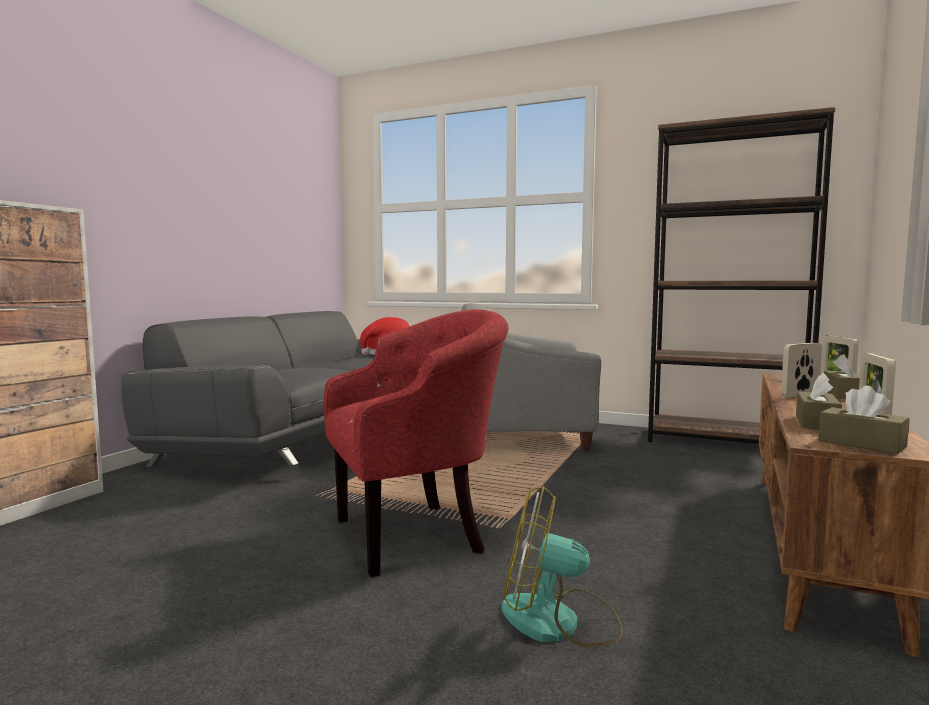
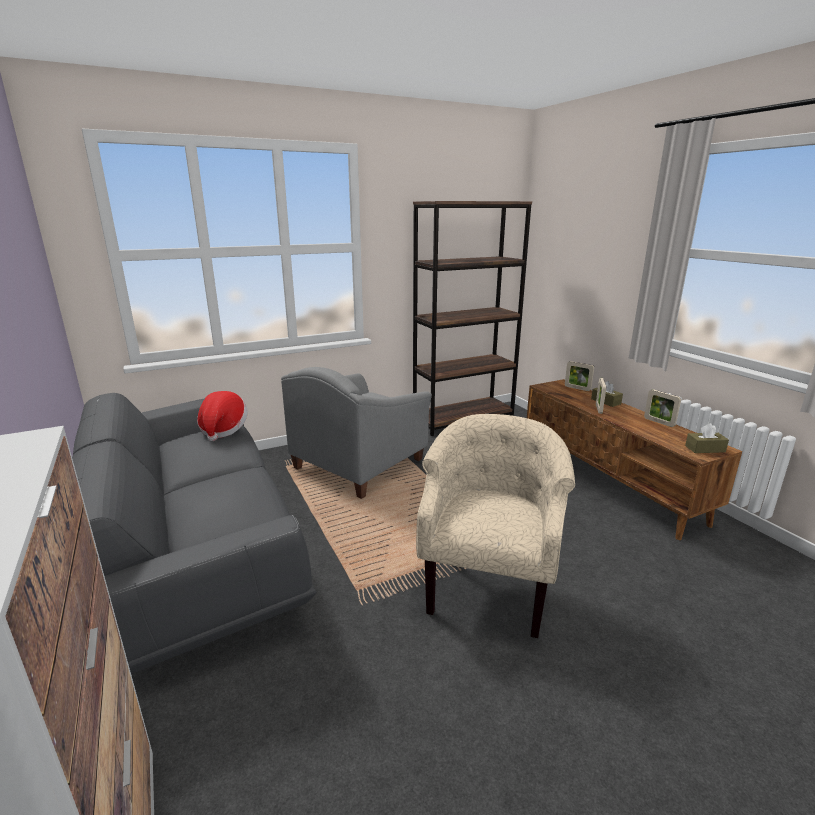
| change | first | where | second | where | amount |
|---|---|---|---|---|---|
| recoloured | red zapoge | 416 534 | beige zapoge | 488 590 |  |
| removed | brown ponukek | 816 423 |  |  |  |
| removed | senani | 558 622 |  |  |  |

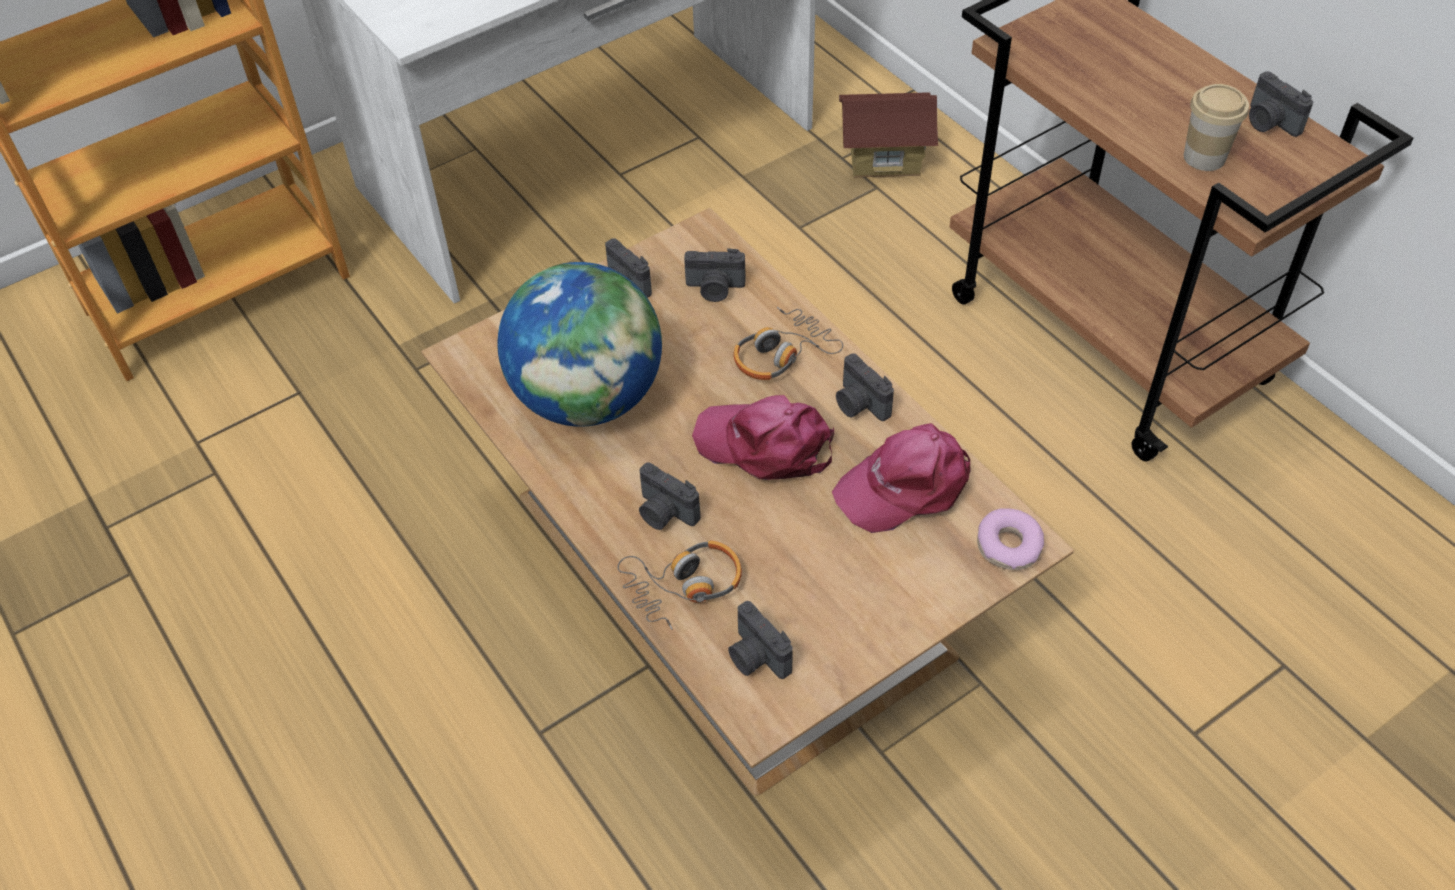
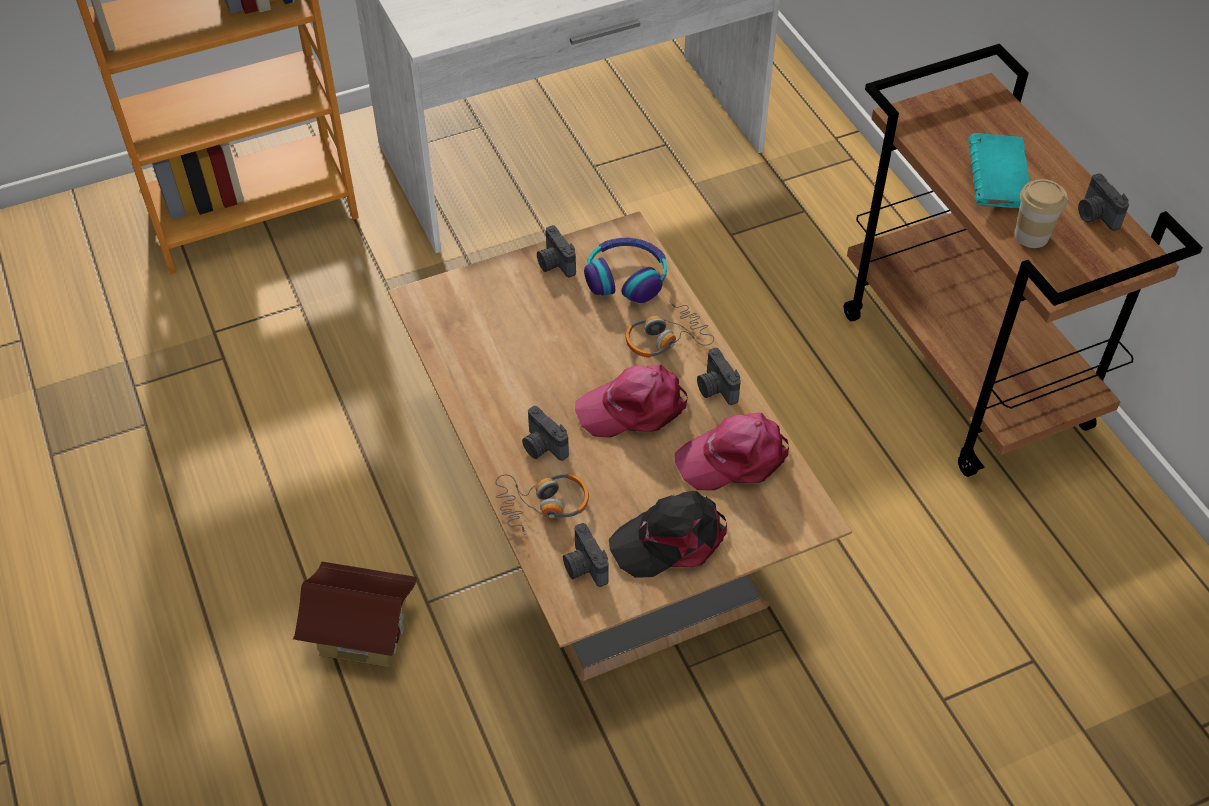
| change | first | where | second | where | amount |
|---|---|---|---|---|---|
| moved | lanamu | 884 158 |  | 363 634 |  |
| replaced | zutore | 715 289 | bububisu | 626 278 |  |
| removed | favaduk | 588 398 |  |  |  |
| turned | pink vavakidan | 766 445 |  | 634 408 | 45 degrees counterclockwise |
| removed | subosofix | 1008 546 |  |  |  |
| added |  |  | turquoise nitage | 995 186 |  |
| added |  |  | black vavakidan | 671 540 |  |

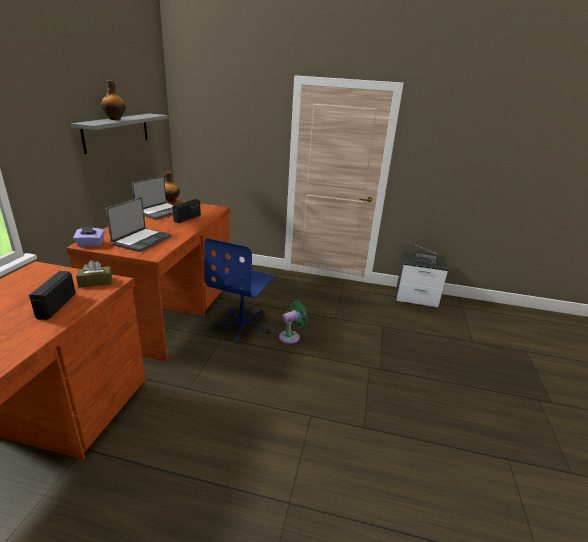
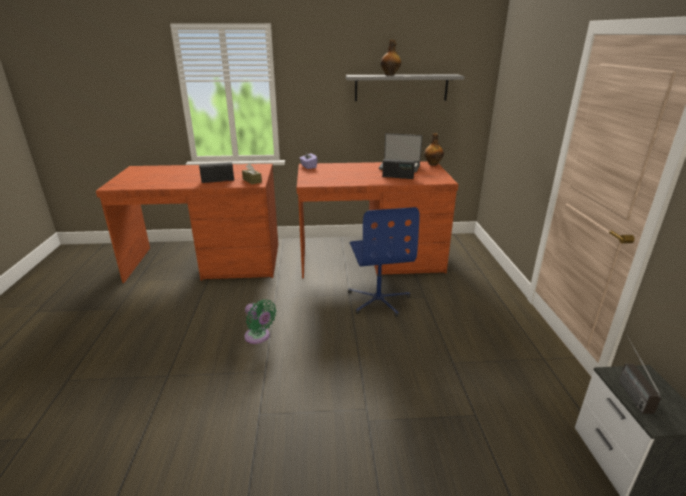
| change | first | where | second | where | amount |
|---|---|---|---|---|---|
| removed | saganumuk | 141 240 |  |  |  |
| turned | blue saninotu | 242 325 |  | 378 300 | 105 degrees counterclockwise |
| moved | green senani | 291 336 |  | 259 337 |  |

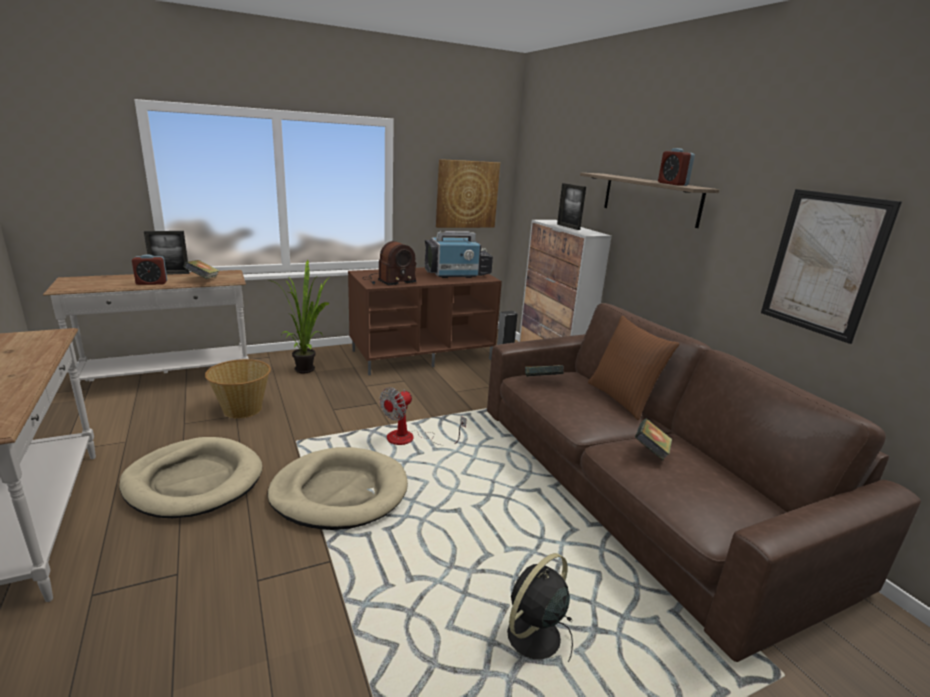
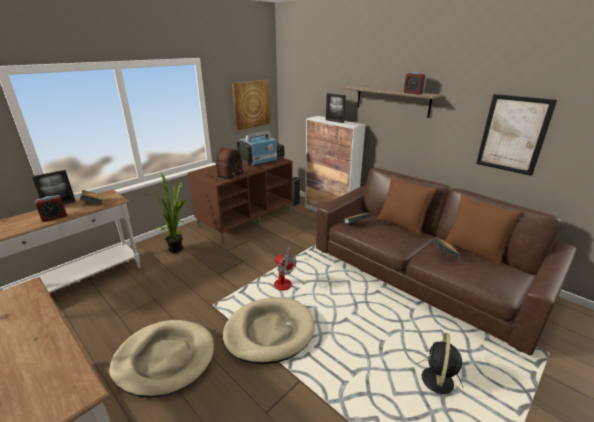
| change | first | where | second | where | amount |
|---|---|---|---|---|---|
| removed | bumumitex | 242 409 |  |  |  |
| turned | senani | 410 439 |  | 284 280 | 60 degrees counterclockwise |
| added |  |  | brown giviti | 474 250 |  |

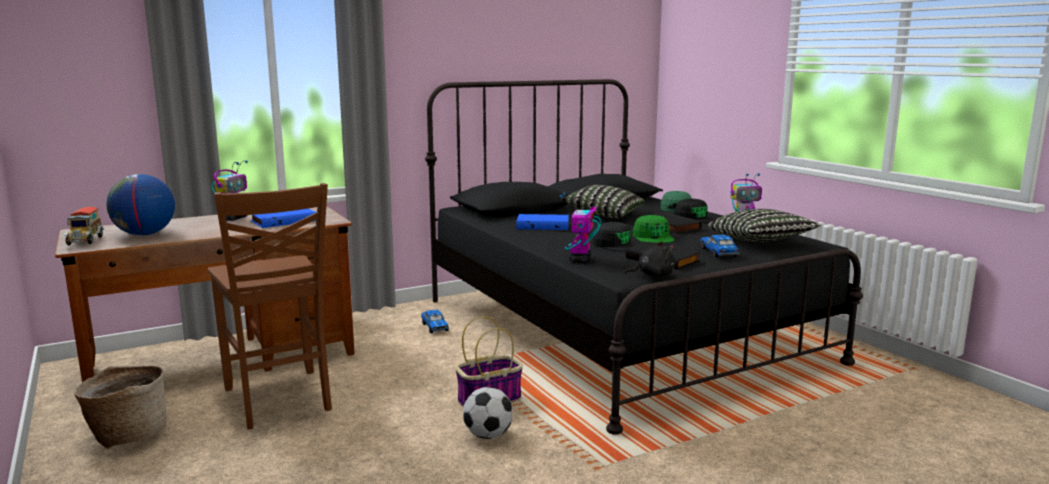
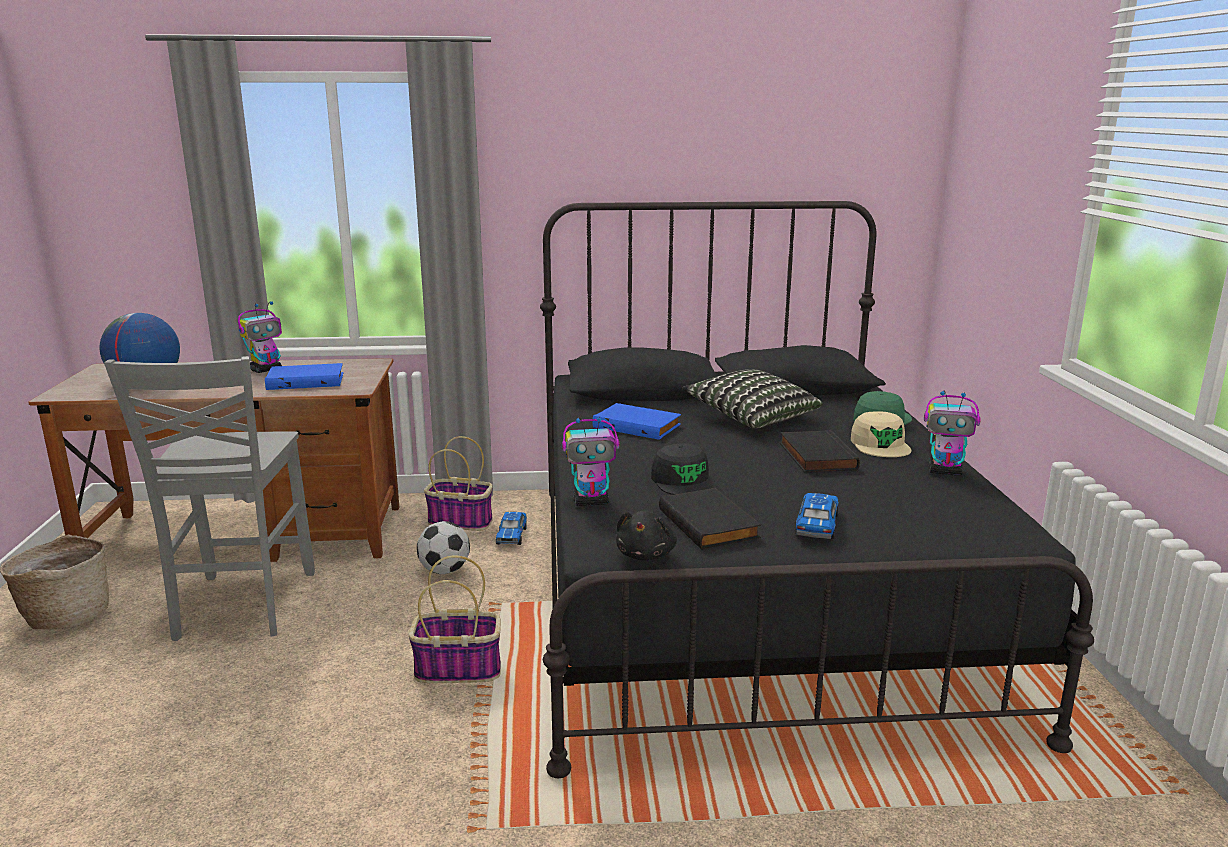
| change | first | where | second | where | amount |
|---|---|---|---|---|---|
| recoloured | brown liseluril | 279 400 | grey liseluril | 242 606 |  |
| turned | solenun | 580 260 |  | 591 501 | 135 degrees counterclockwise |
| recoloured | black vavakidan | 694 218 | beige vavakidan | 880 445 |  |
| removed | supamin | 85 241 |  |  |  |
| removed | giviti | 760 242 |  |  |  |
| removed | green vavakidan | 653 237 |  |  |  |
| turned | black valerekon | 652 275 |  | 646 554 | 90 degrees clockwise |
| moved | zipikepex | 488 435 |  | 445 570 |  |
| added |  |  | bumumitex | 462 521 |  |

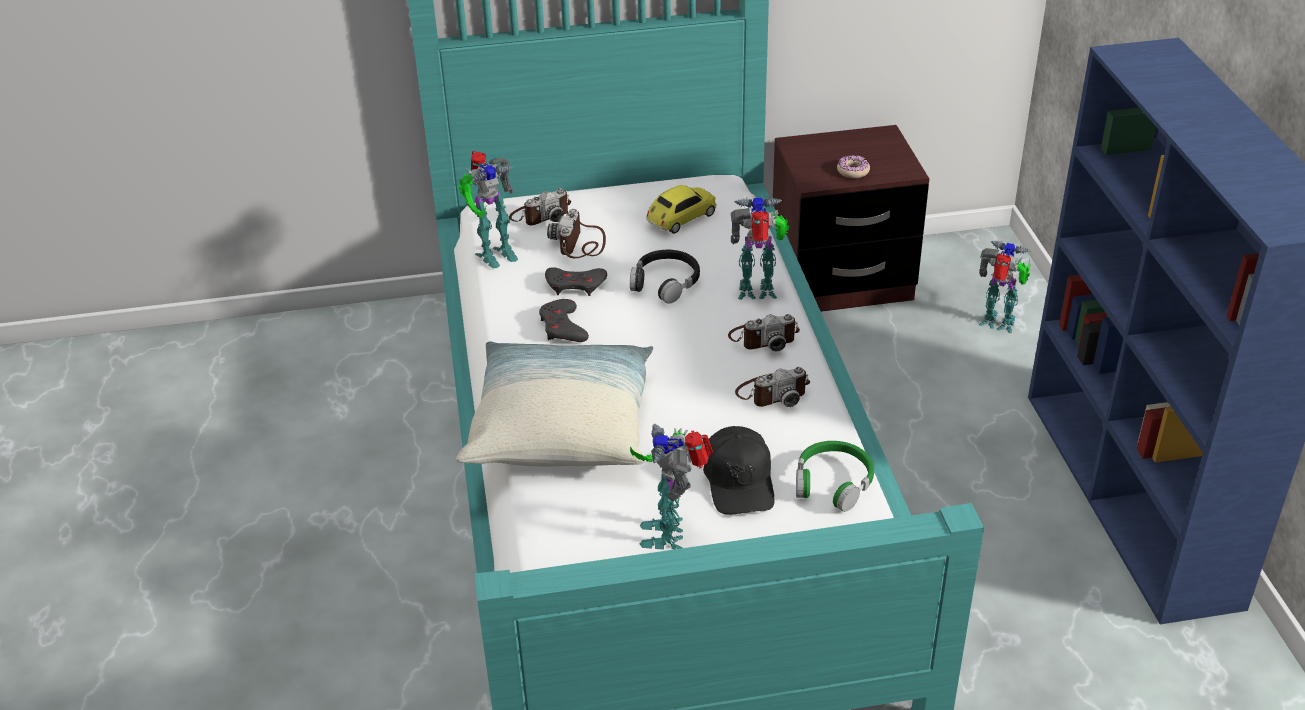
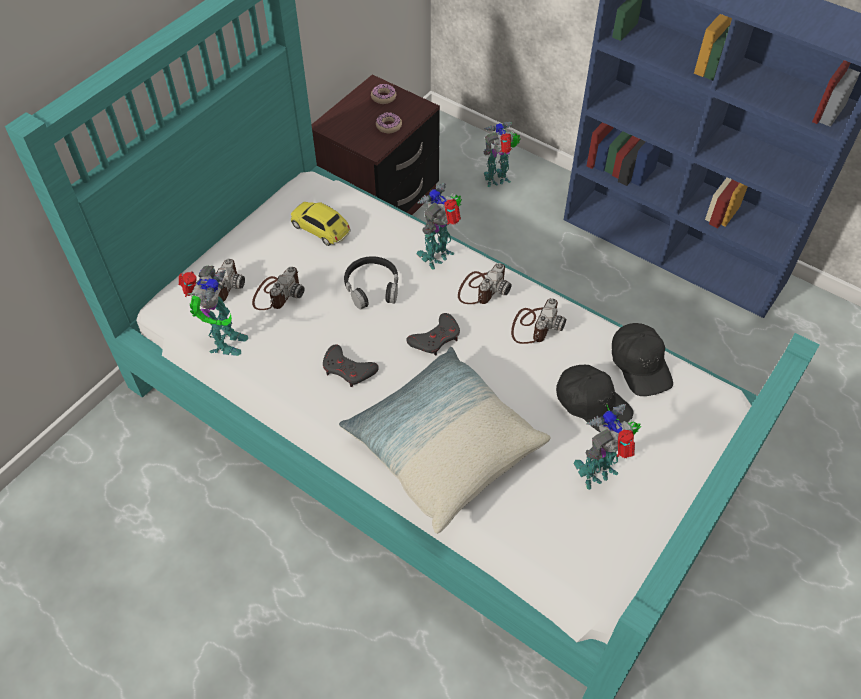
| change | first | where | second | where | amount |
|---|---|---|---|---|---|
| turned | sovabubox | 681 219 |  | 321 229 | 60 degrees counterclockwise |
| turned | zutore | 581 244 |  | 277 293 | 120 degrees counterclockwise |
| moved | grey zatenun | 575 285 |  | 436 338 |  |
| turned | solenun | 669 532 |  | 599 472 | 105 degrees clockwise |
| replaced | green bububisu | 833 482 | black vavakidan | 640 364 |  |
| added |  |  | subosofix | 383 97 |  |

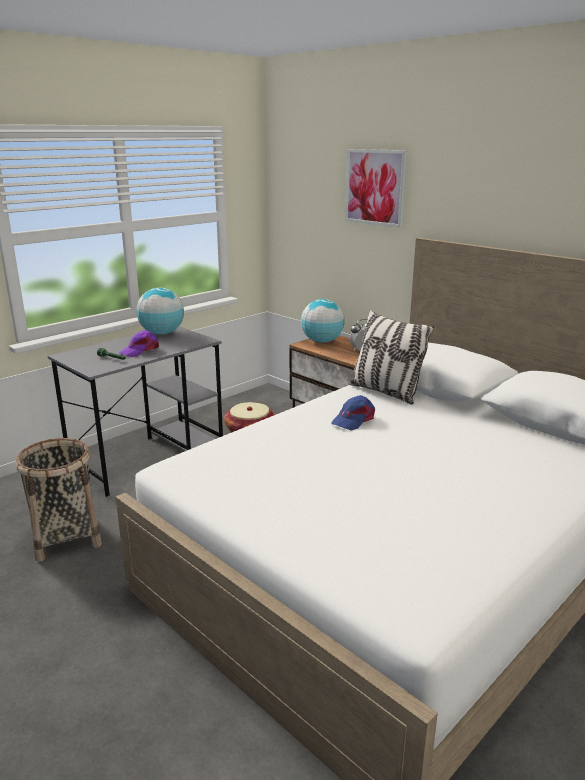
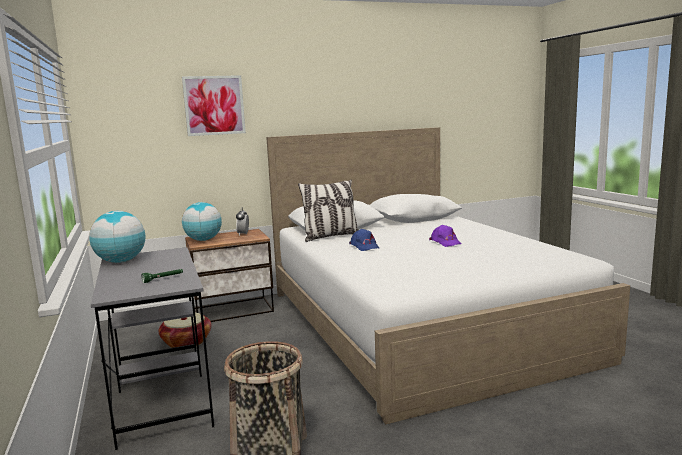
| change | first | where | second | where | amount |
|---|---|---|---|---|---|
| moved | purple vavakidan | 140 350 |  | 445 242 |  |

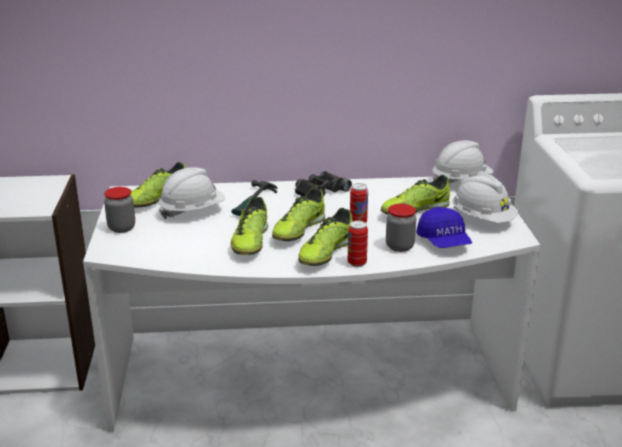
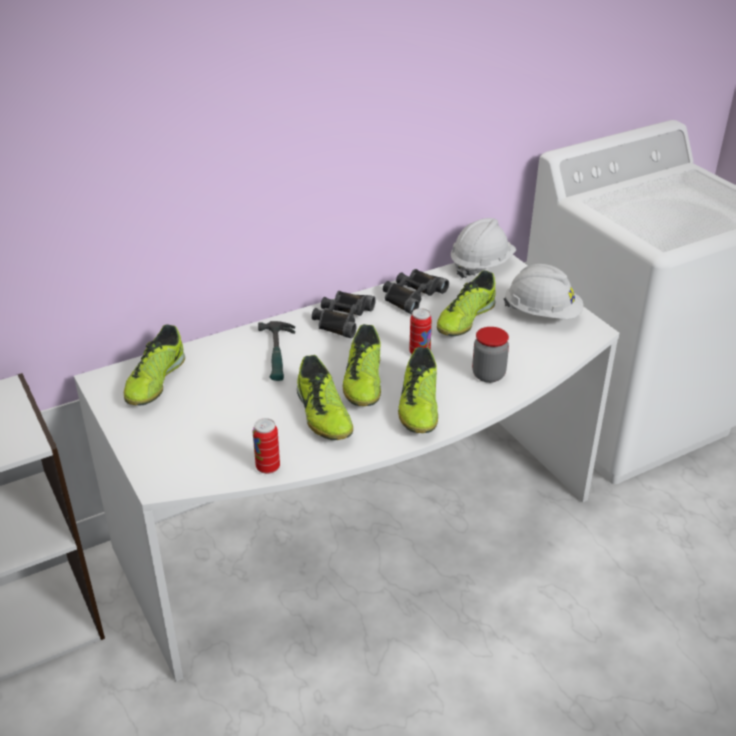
| change | first | where | second | where | amount |
|---|---|---|---|---|---|
| removed | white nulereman | 192 211 |  |  |  |
| removed | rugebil | 121 228 |  |  |  |
| removed | blue vavakidan | 444 242 |  |  |  |
| moved | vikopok | 357 263 |  | 268 467 |  |
| added |  |  | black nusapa | 412 295 |  |

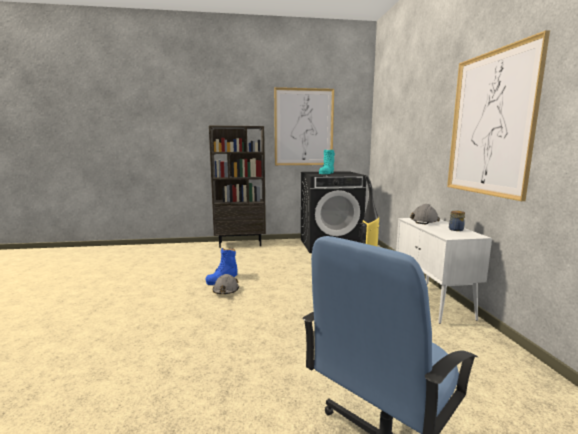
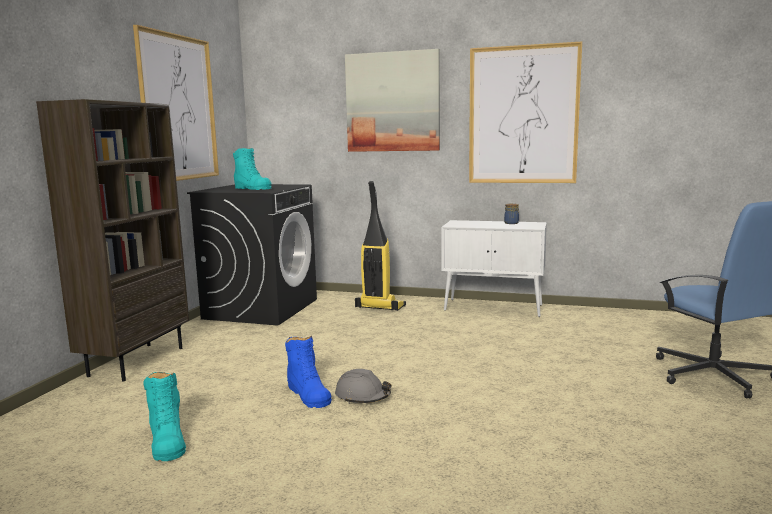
| change | first | where | second | where | amount |
|---|---|---|---|---|---|
| removed | grey nulereman | 424 221 |  |  |  |
| added |  |  | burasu | 392 102 |  |
| added |  |  | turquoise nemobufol | 167 441 |  |

